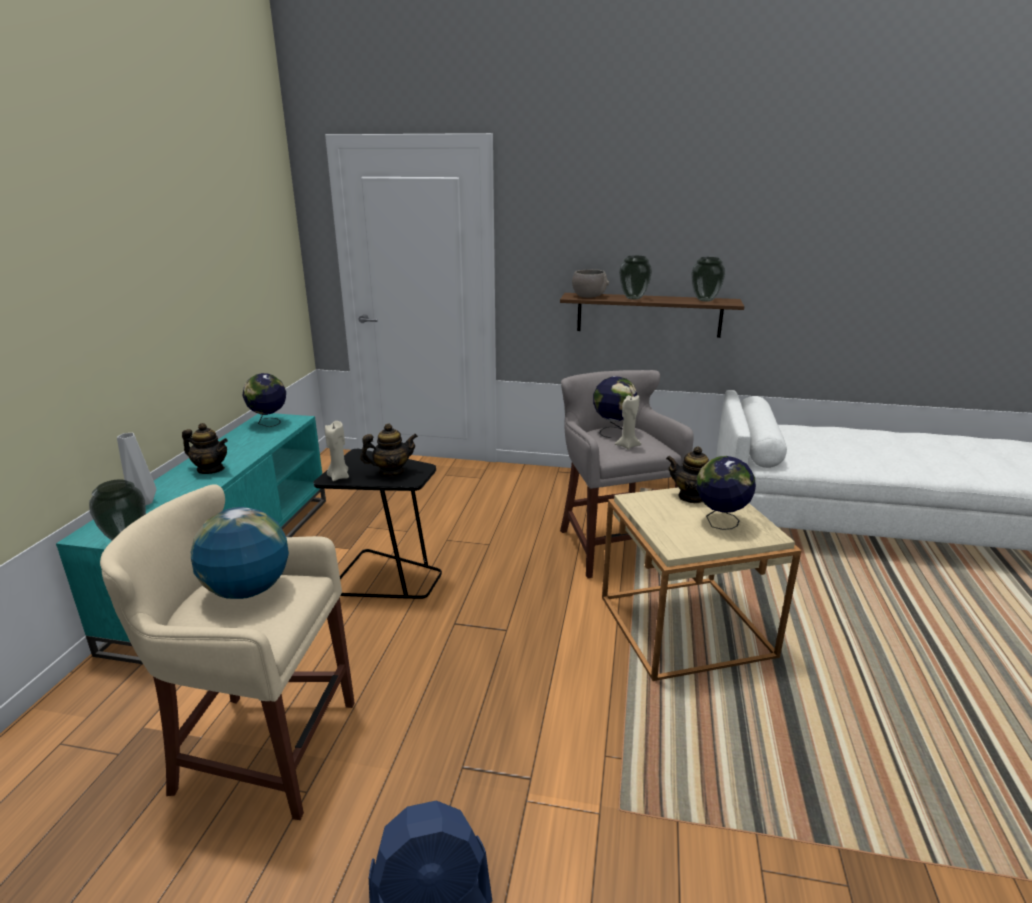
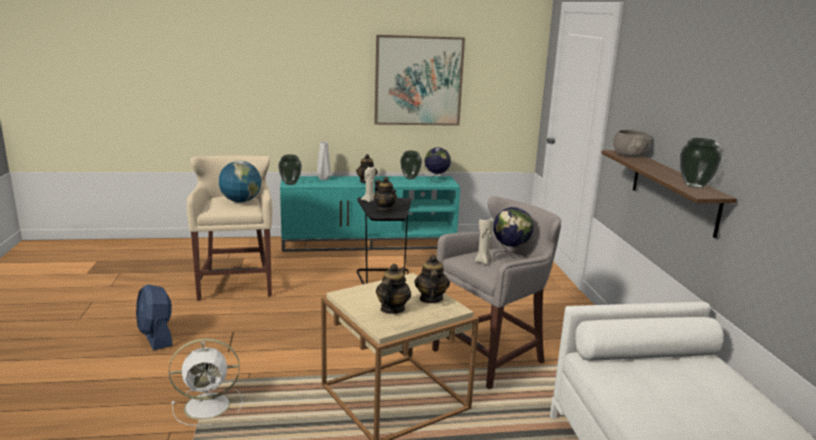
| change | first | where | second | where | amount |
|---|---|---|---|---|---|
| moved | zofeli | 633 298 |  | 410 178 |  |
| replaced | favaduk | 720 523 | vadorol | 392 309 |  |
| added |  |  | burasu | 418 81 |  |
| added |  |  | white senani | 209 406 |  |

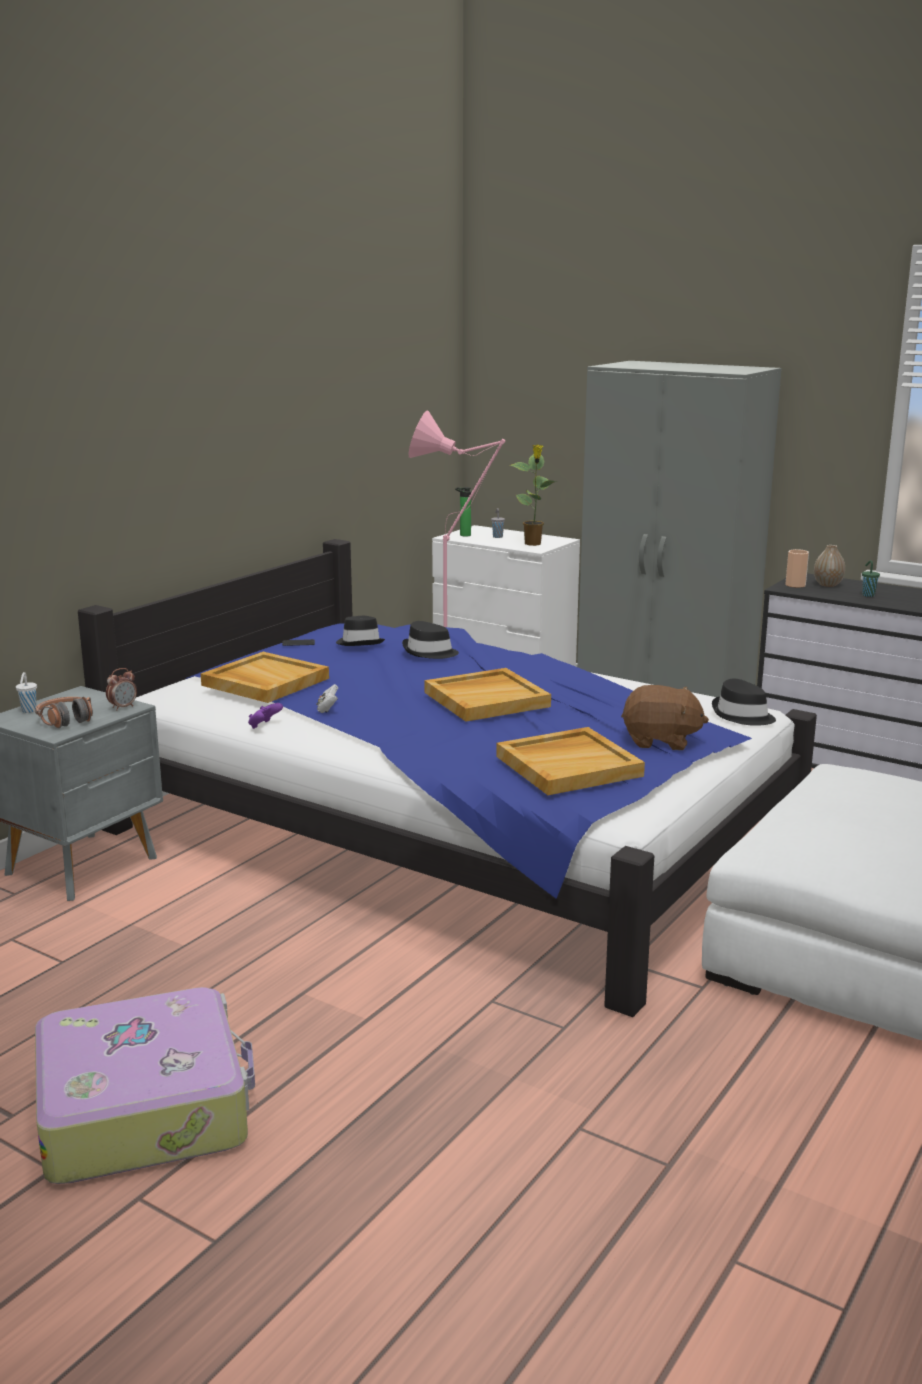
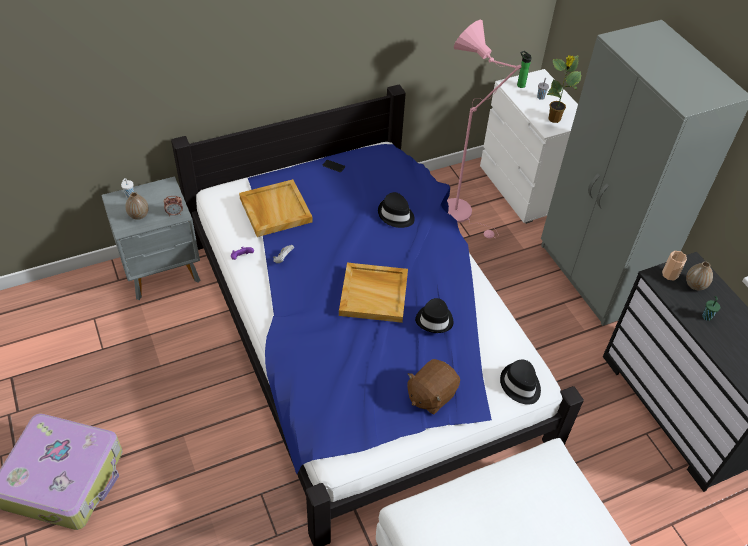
| change | first | where | second | where | amount |
|---|---|---|---|---|---|
| moved | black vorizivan | 360 642 |  | 435 320 |  |
| turned | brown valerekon | 661 741 |  | 430 395 | 90 degrees clockwise |
| replaced | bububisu | 66 720 | zofeli | 139 215 |  |
| removed | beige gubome | 569 765 |  |  |  |

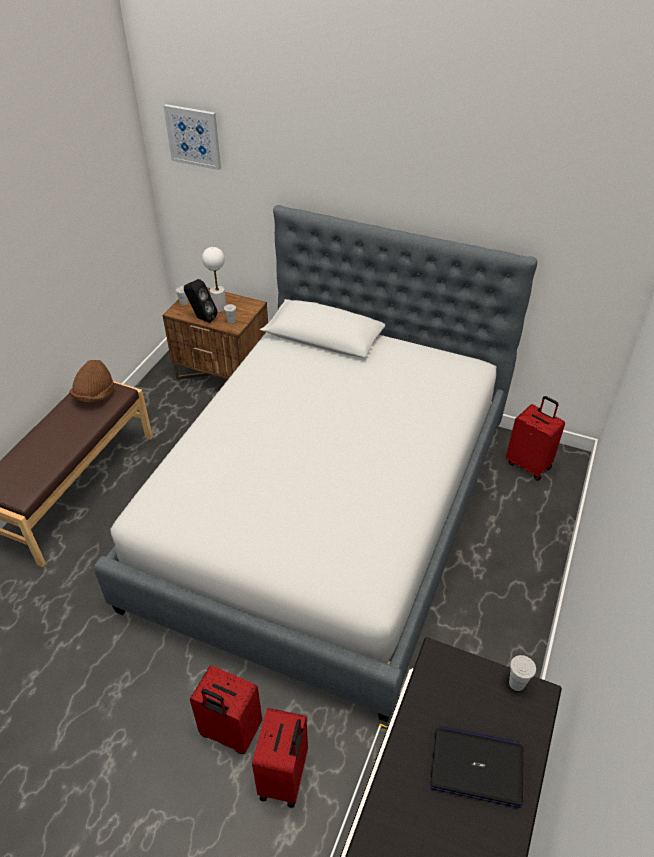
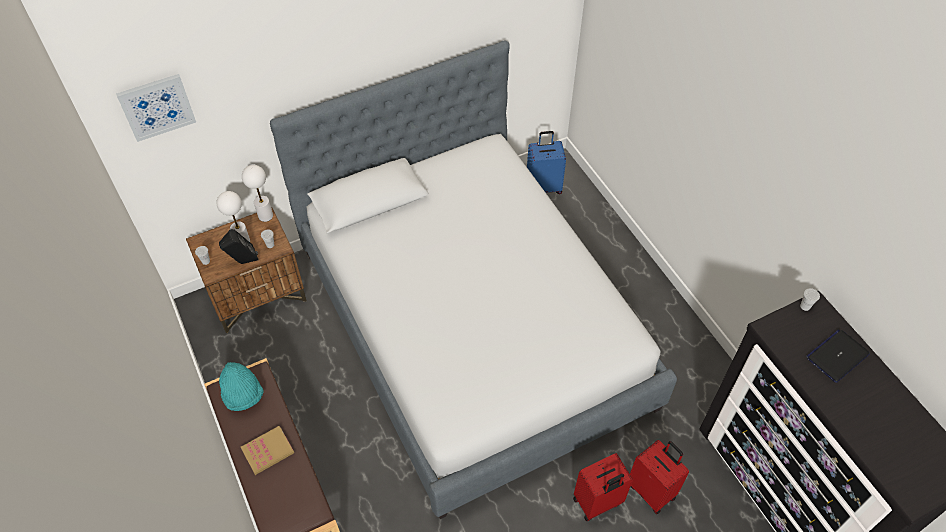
| change | first | where | second | where | amount |
|---|---|---|---|---|---|
| recoloured | brown vorizivan | 95 396 | turquoise vorizivan | 243 395 |  |
| recoloured | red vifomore | 529 464 | blue vifomore | 544 187 |  |
| added |  |  | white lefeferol | 266 216 |  |
| added |  |  | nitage | 268 451 |  |

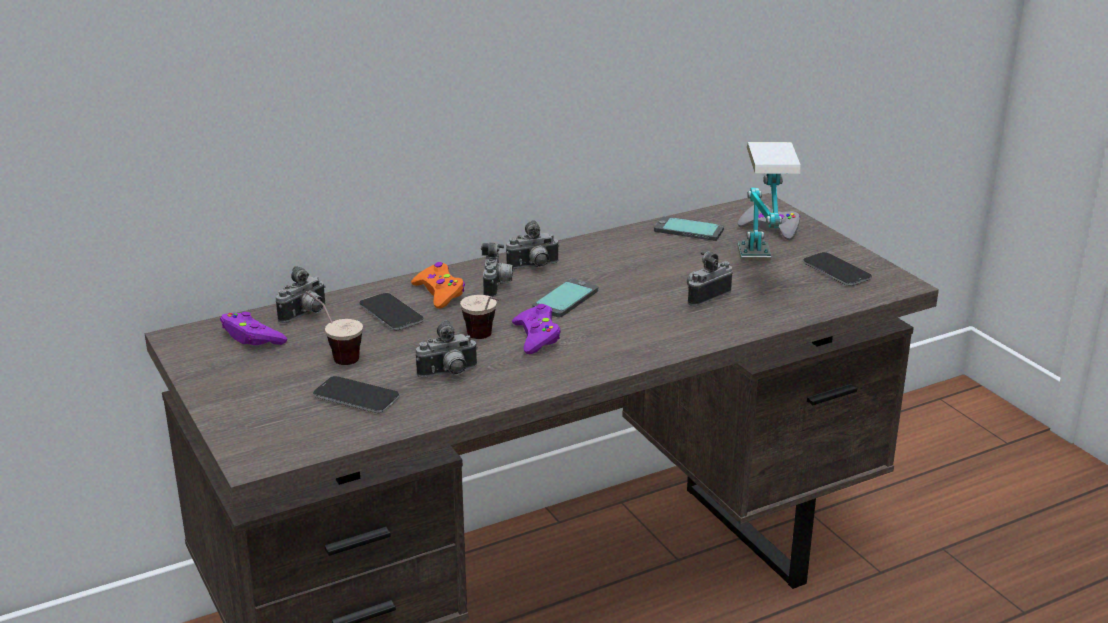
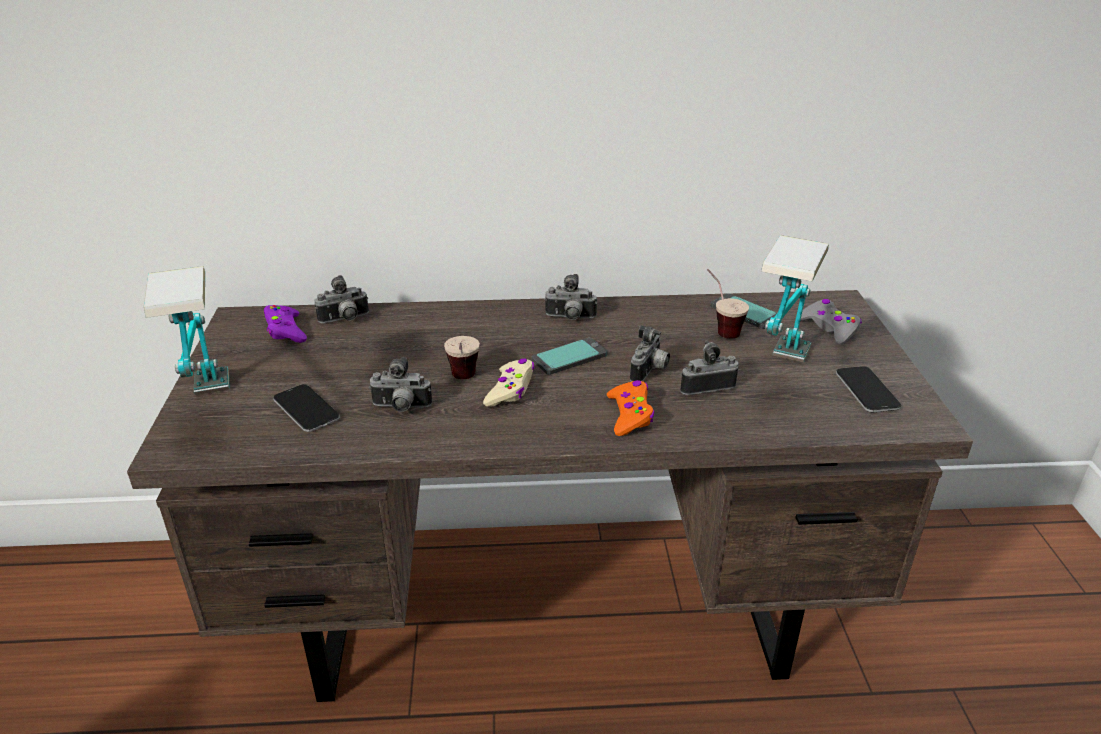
| change | first | where | second | where | amount |
|---|---|---|---|---|---|
| moved | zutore | 497 287 |  | 650 372 |  |
| moved | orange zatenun | 439 293 |  | 630 415 |  |
| moved | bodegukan | 335 355 |  | 720 328 |  |
| removed | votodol | 391 313 |  |  |  |
| recoloured | purple zatenun | 537 337 | beige zatenun | 510 390 |  |
| added |  |  | lefeferol | 212 414 |  |

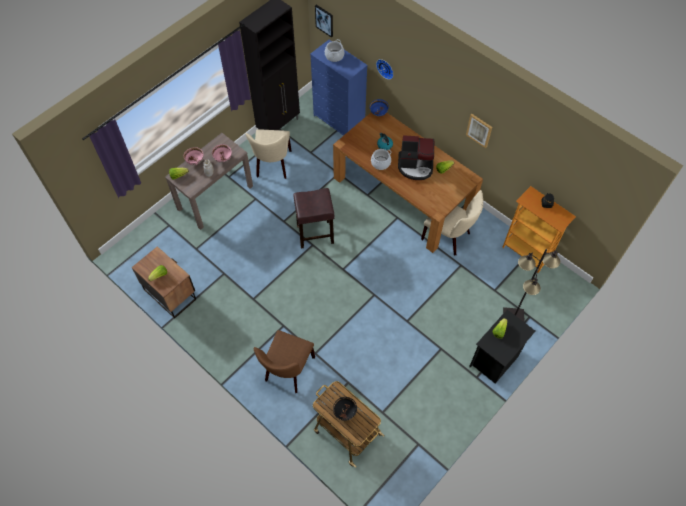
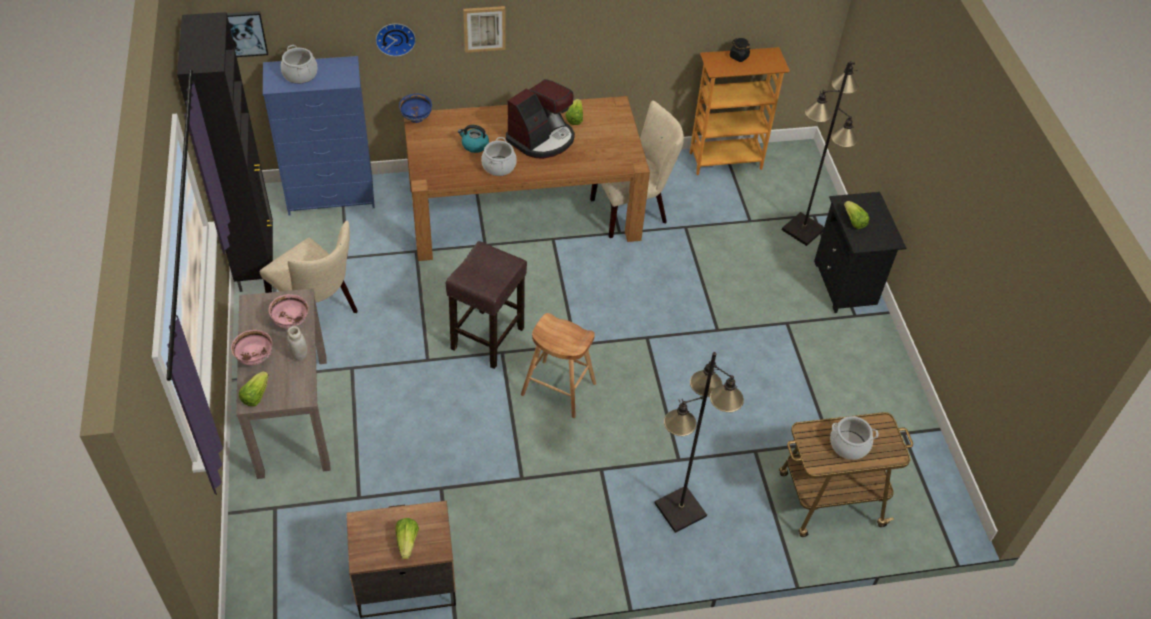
| change | first | where | second | where | amount |
|---|---|---|---|---|---|
| moved | burasu | 479 130 |  | 484 28 |  |
| replaced | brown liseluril | 288 371 | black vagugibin | 680 510 |  |
| replaced | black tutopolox | 345 412 | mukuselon | 849 445 |  |
| added |  |  | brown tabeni | 558 389 |  |

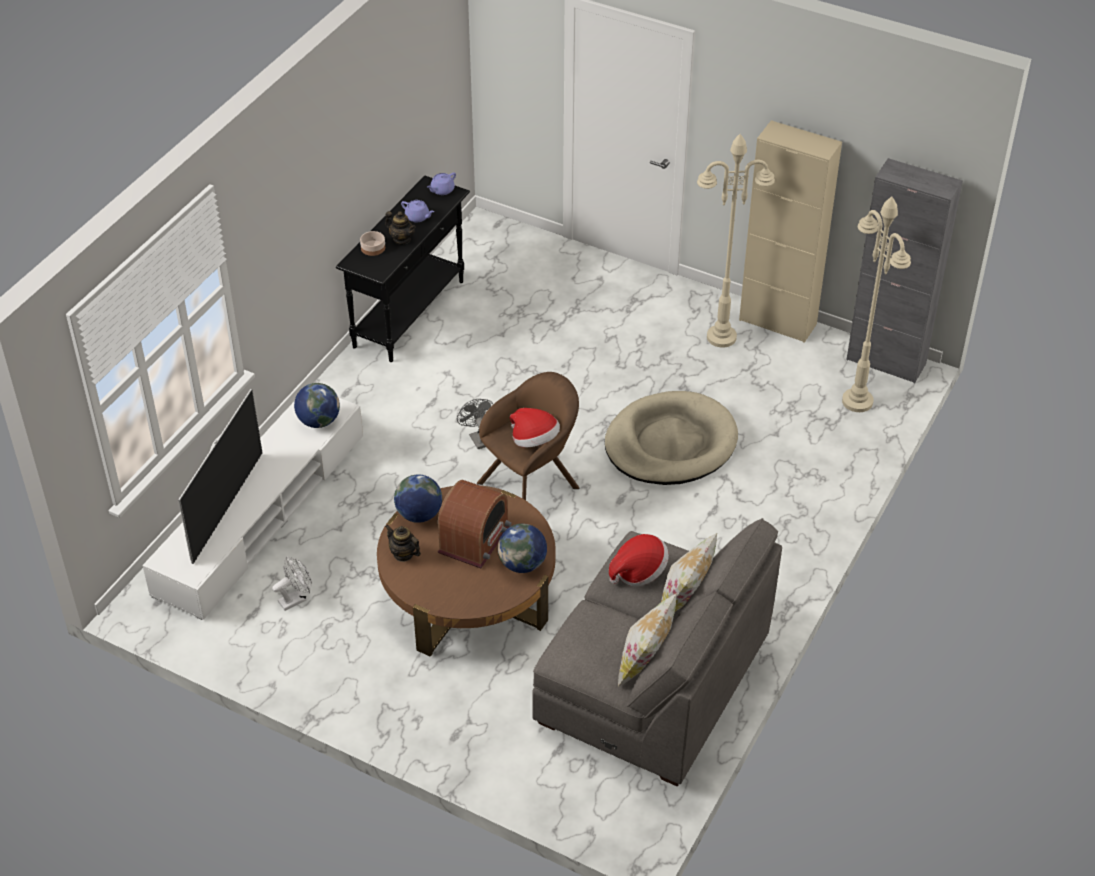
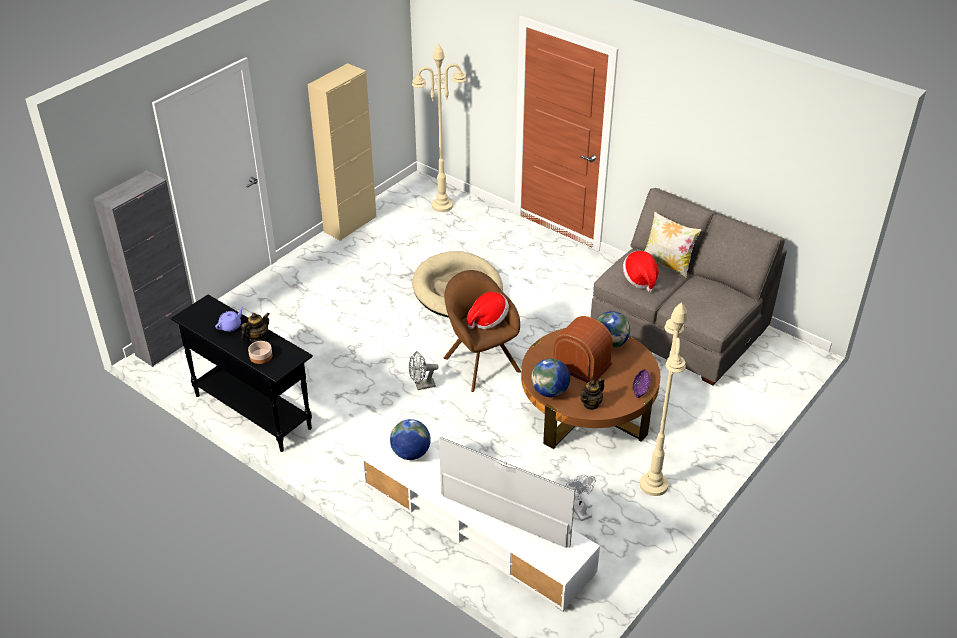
| change | first | where | second | where | amount |
|---|---|---|---|---|---|
| moved | beige vagugibin | 722 337 |  | 653 484 |  |
| moved | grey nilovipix | 886 362 |  | 167 345 |  |
| removed | purple vadorol | 442 190 |  |  |  |
| removed | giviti | 645 662 |  |  |  |
| added |  |  | purple tutopolox | 640 388 |  |

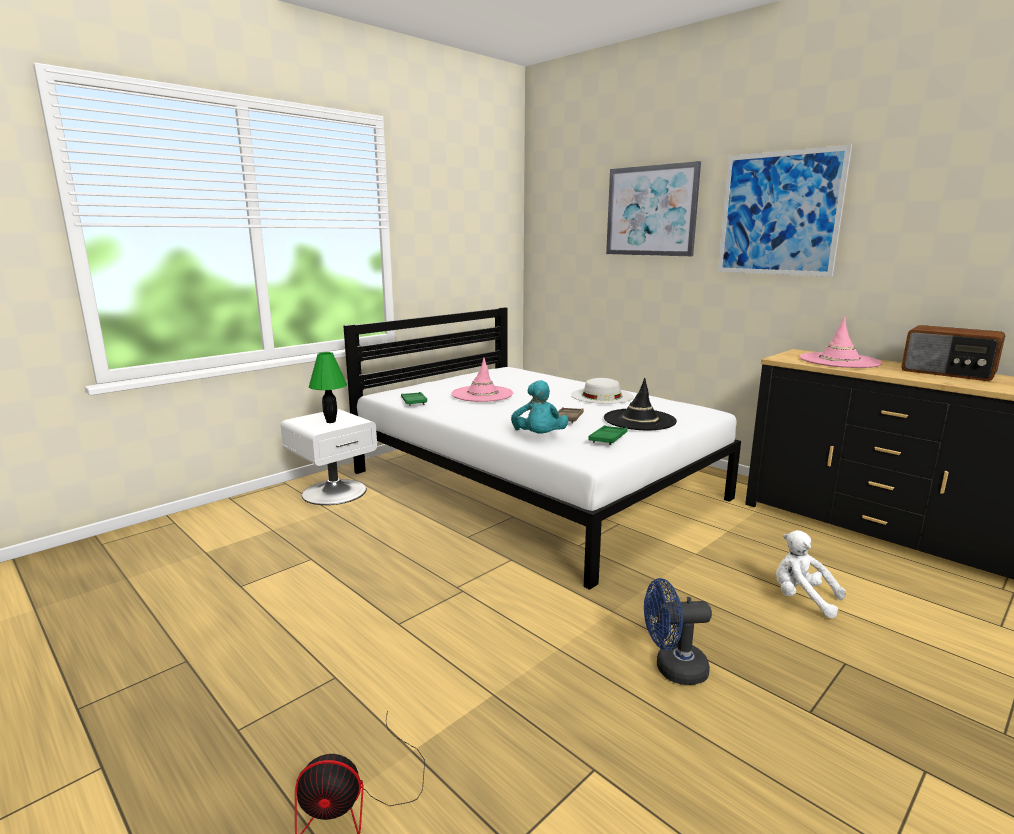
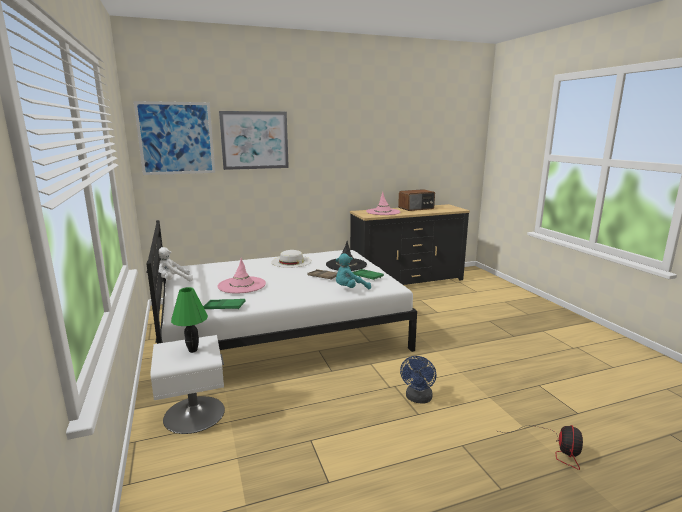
| change | first | where | second | where | amount |
|---|---|---|---|---|---|
| moved | burasu | 779 214 |  | 176 138 |  |
| turned | turquoise valerekon | 539 437 |  | 350 289 | 135 degrees clockwise |
| moved | white valerekon | 802 599 |  | 173 281 |  |
| moved | blue senani | 673 669 |  | 418 399 |  |

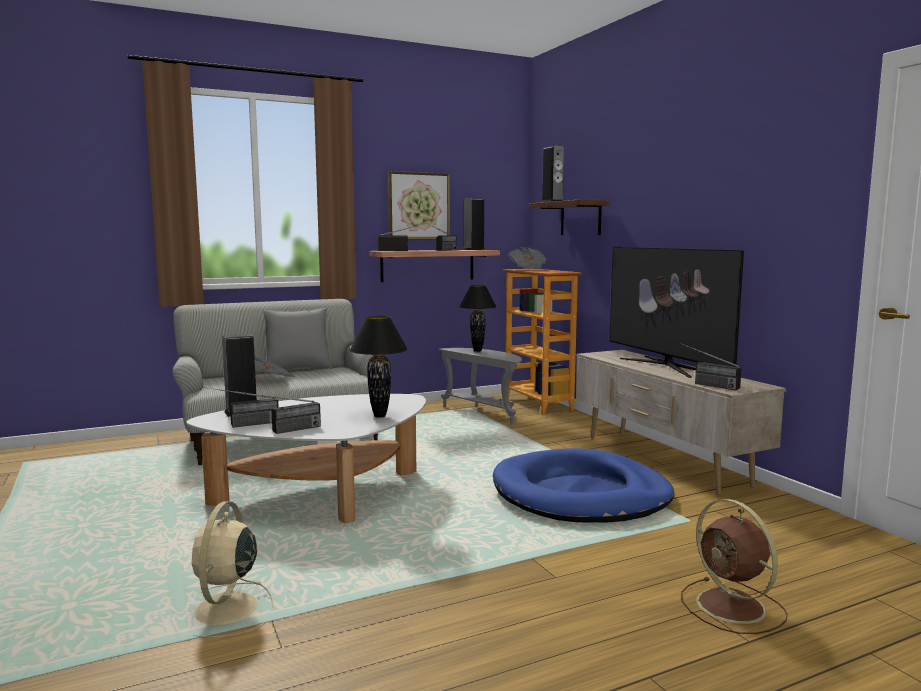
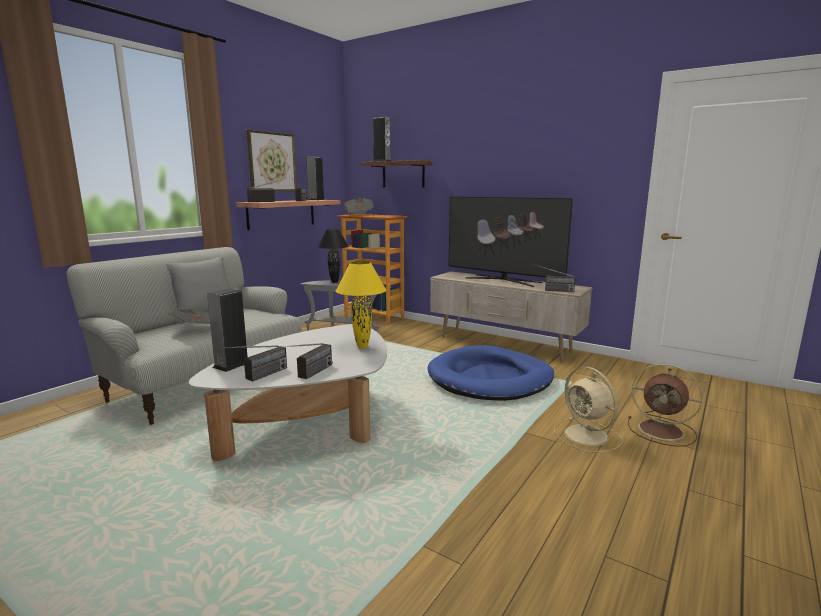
| change | first | where | second | where | amount |
|---|---|---|---|---|---|
| recoloured | black lefeferol | 379 416 | yellow lefeferol | 362 347 |  |
| moved | beige senani | 225 611 |  | 587 436 |  |

